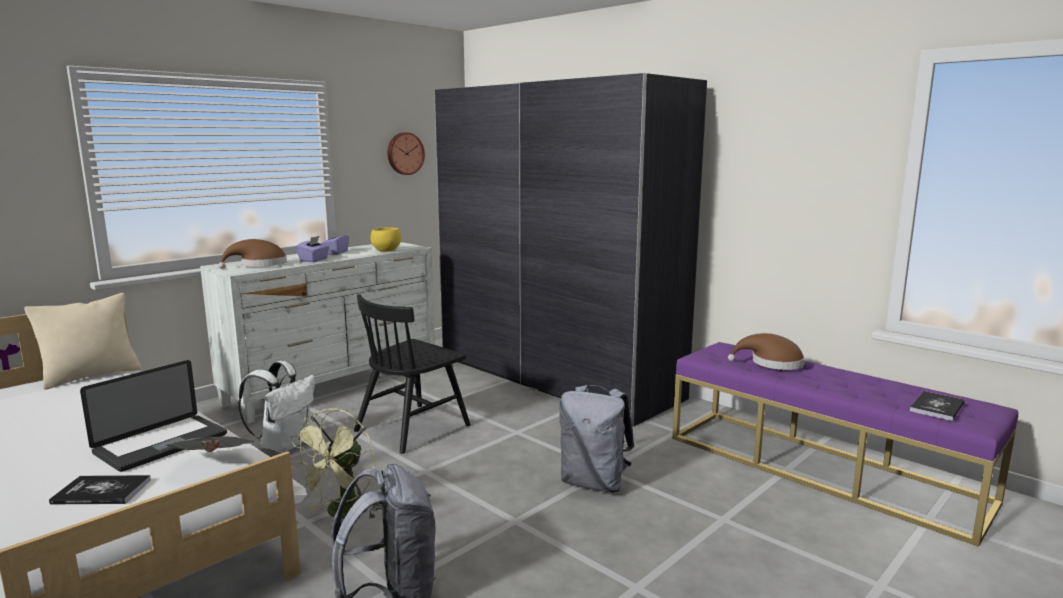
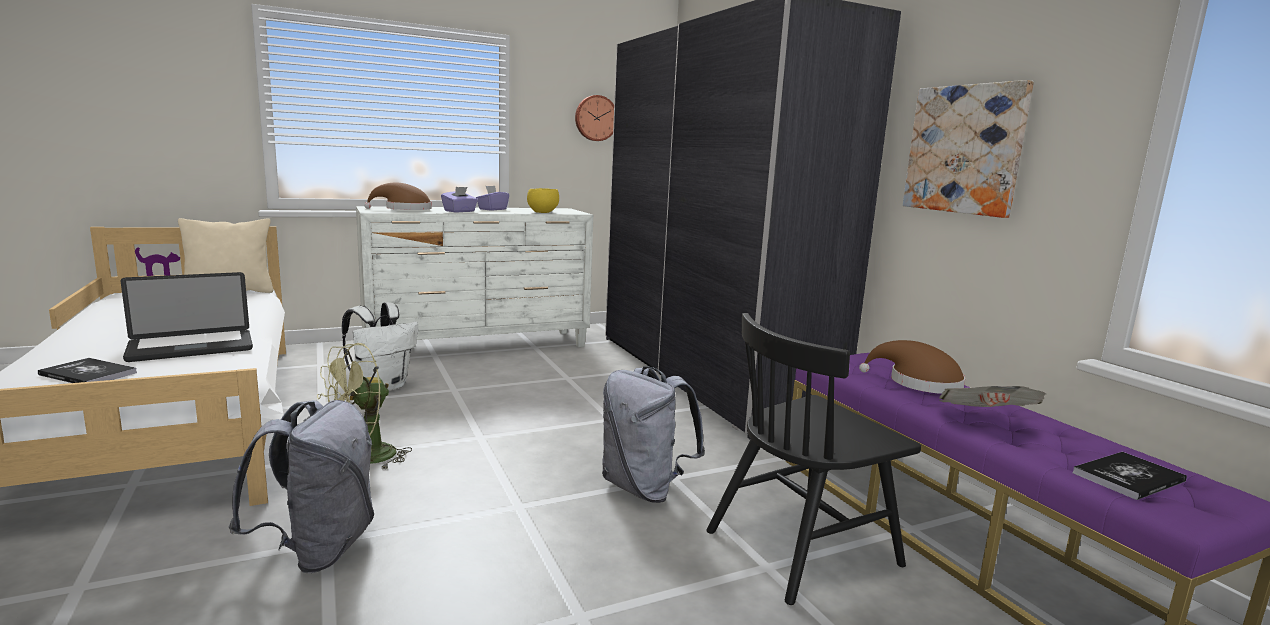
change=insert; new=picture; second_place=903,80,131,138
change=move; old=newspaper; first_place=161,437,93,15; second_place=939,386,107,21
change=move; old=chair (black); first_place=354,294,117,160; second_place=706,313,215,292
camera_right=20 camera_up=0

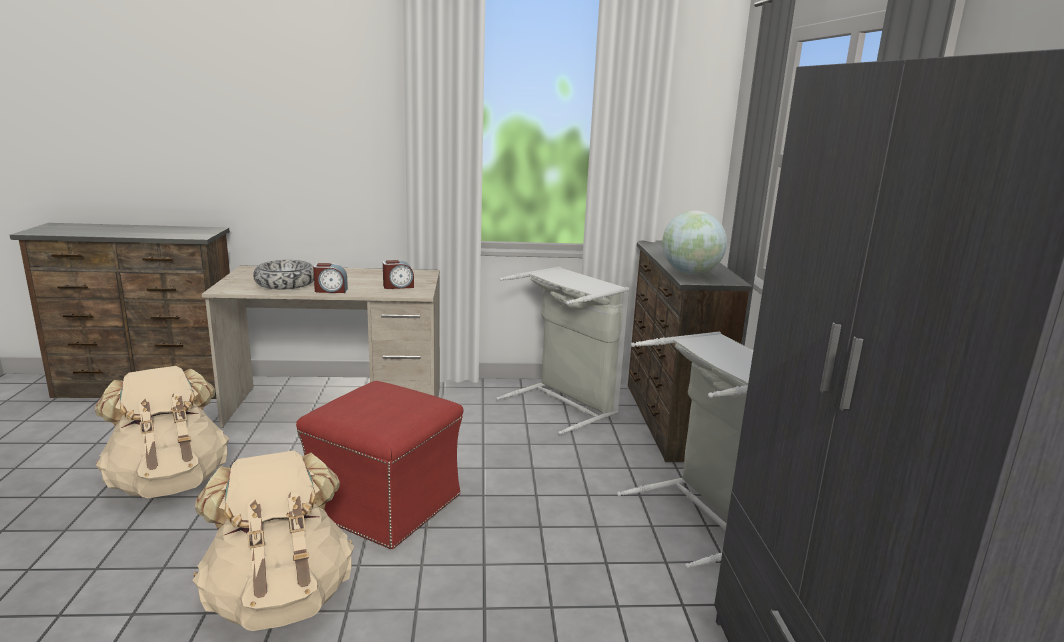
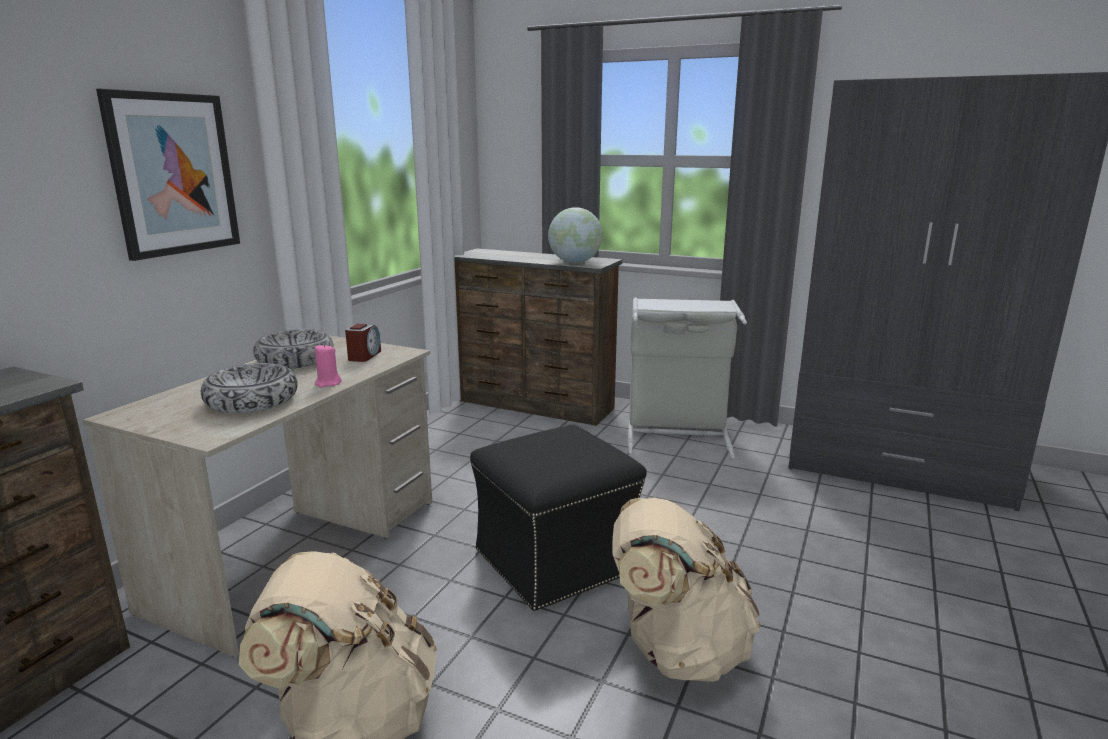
change=delete; old=laundry basket (grey); first_place=496,267,133,168
change=insert; new=picture; second_place=96,89,144,172
change=insert; new=bowl; second_place=253,329,81,40
change=replace; old=alarm clock; new=candle (pink); first_place=313,263,35,30; second_place=315,344,26,44
change=recolor; old=ottoman (red); new=ottoman (black); first_place=296,381,168,168; second_place=470,425,177,186
camera_right=-60 camera_up=0

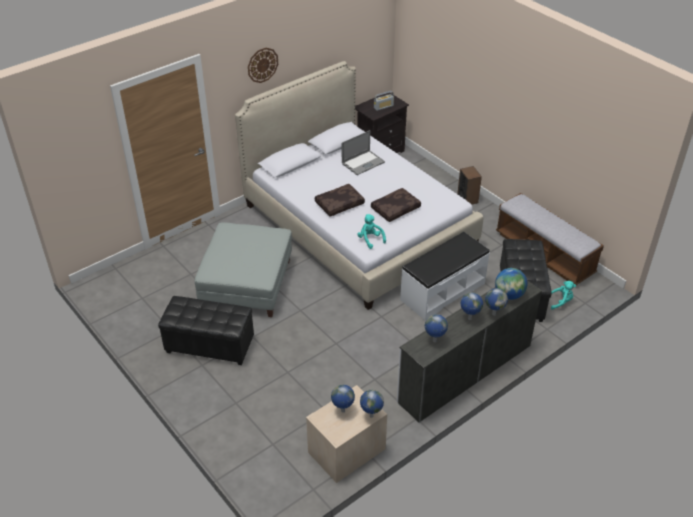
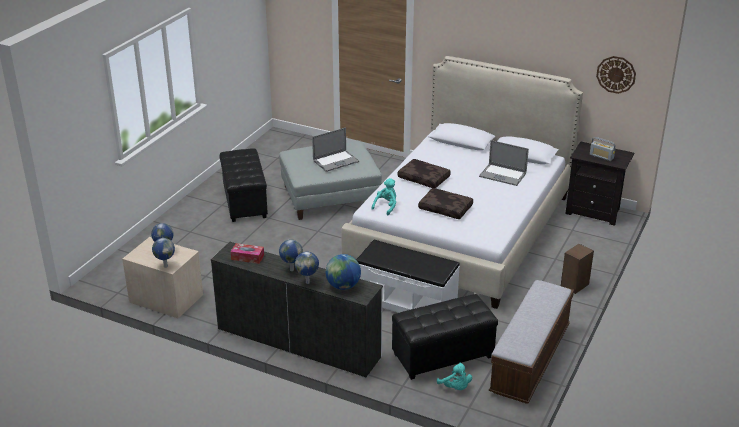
change=insert; new=laptop; second_place=312,128,47,44
change=move; old=wall clock; first_place=248,48,30,35; second_place=596,56,40,38
change=replace; old=globe; new=tissue box; first_place=425,314,23,28; second_place=231,243,33,21
camera_right=65 camera_up=-10

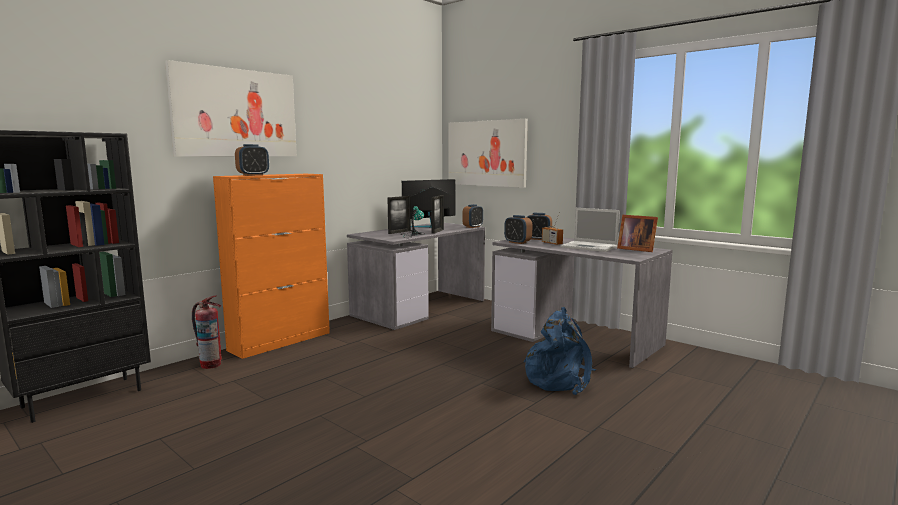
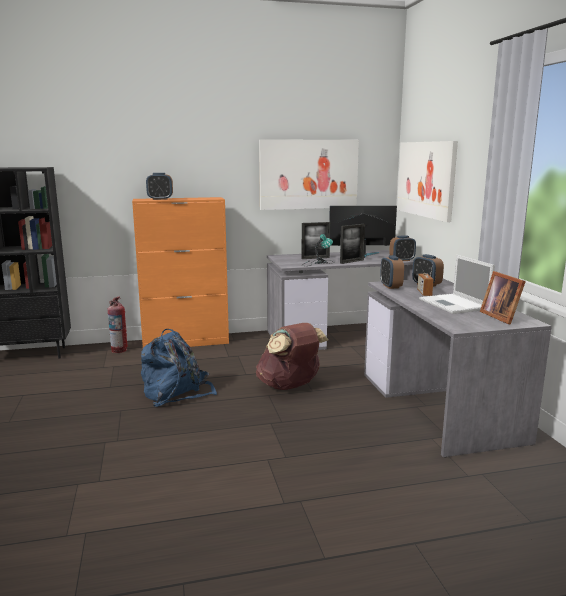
change=insert; new=backpack (brown); second_place=256,323,72,67
change=move; old=picture; first_place=165,60,132,96; second_place=259,139,100,71
change=move; old=backpack (blue); first_place=524,307,73,88; second_place=141,329,76,78
camera_right=35 camera_up=5

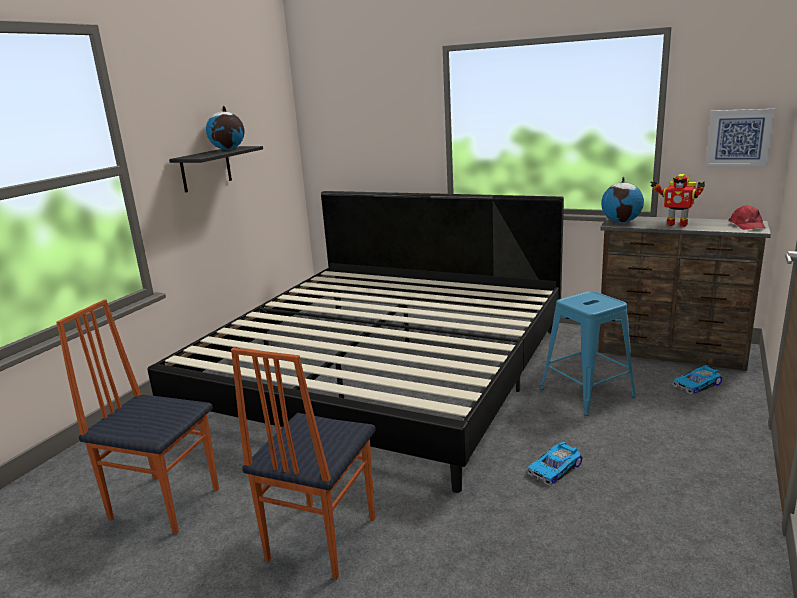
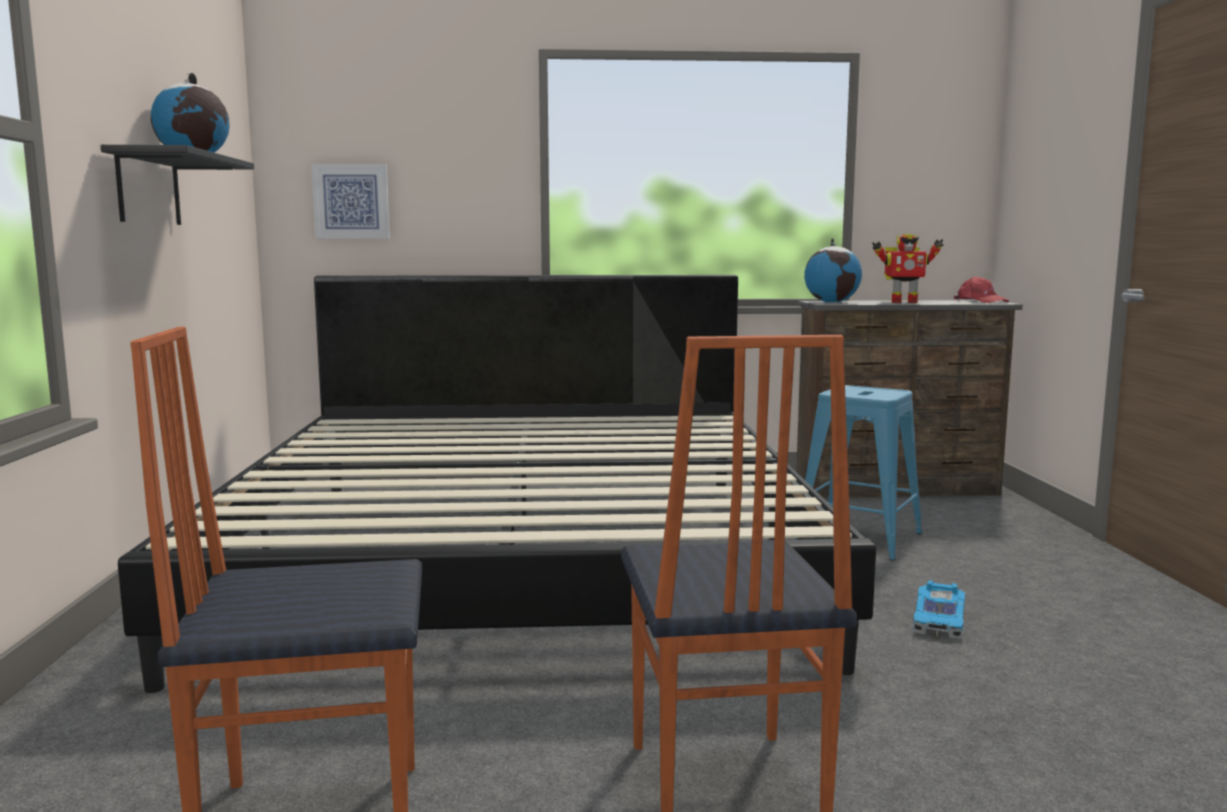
change=delete; old=toy car; first_place=673,365,50,29
change=move; old=picture; first_place=706,109,69,58; second_place=311,164,79,75
camera_right=-30 camera_up=-10

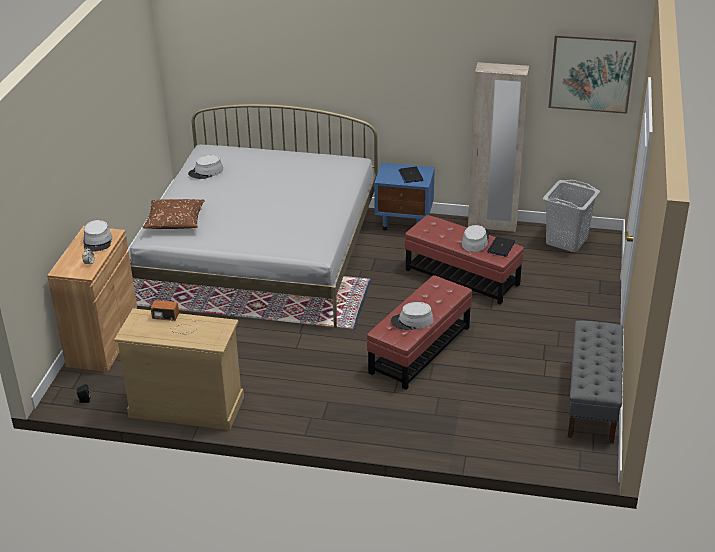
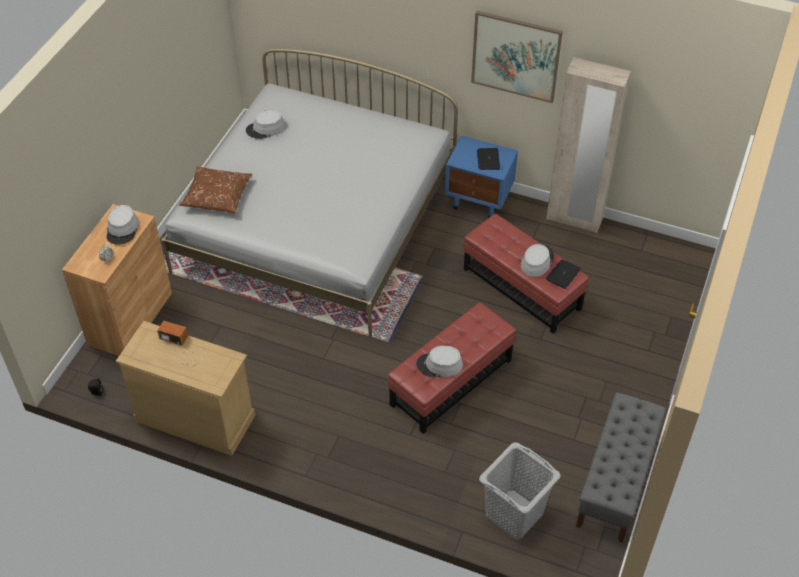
change=move; old=laundry basket (grey); first_place=543,180,57,72; second_place=479,442,82,98
change=move; old=picture; first_place=548,34,89,80; second_place=471,11,92,92
camera_right=10 camera_up=15

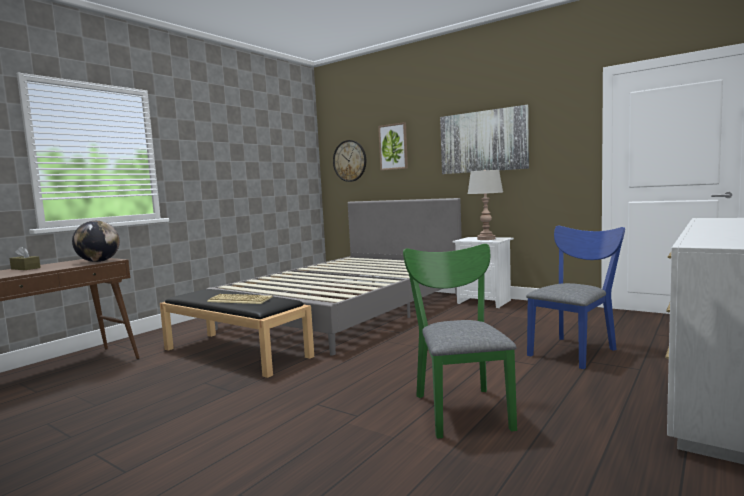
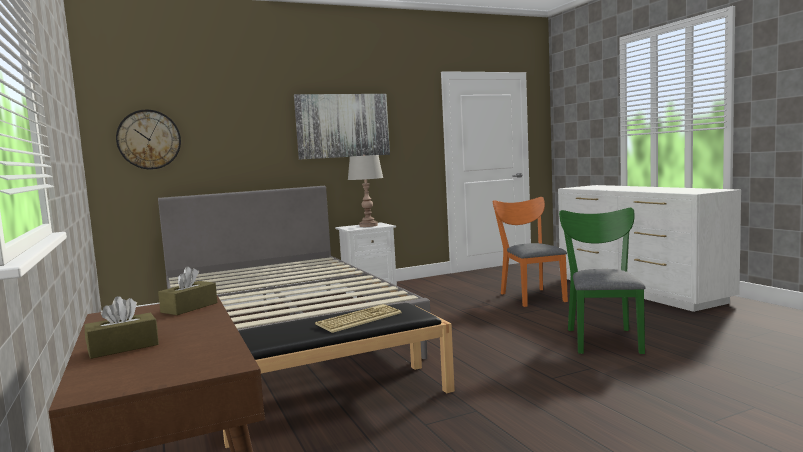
change=delete; old=picture; first_place=378,122,30,49
change=replace; old=globe; new=tissue box (brown); first_place=72,221,48,41; second_place=158,267,59,48
change=recolor; old=chair (blue); new=chair (orange); first_place=526,226,99,143; second_place=493,197,75,110
change=rotate; old=chair (green); first_place=403,244,114,195; second_place=559,208,86,146; degrees=75
camera_right=-60 camera_up=0

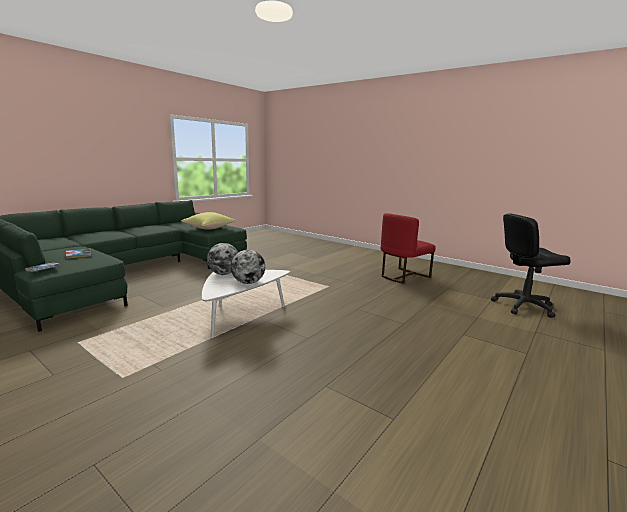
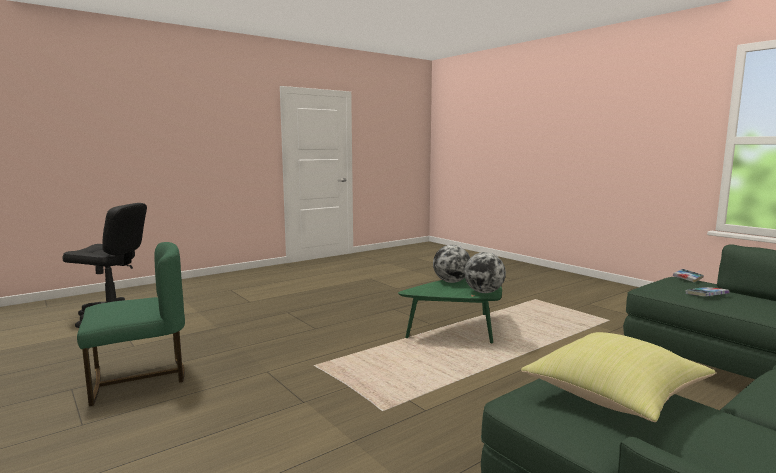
change=recolor; old=coffee table (white); new=coffee table (green); first_place=202,270,88,69; second_place=398,278,104,65
change=recolor; old=chair (red); new=chair (green); first_place=381,213,55,71; second_place=77,242,108,164
camera_right=-165 camera_up=-5

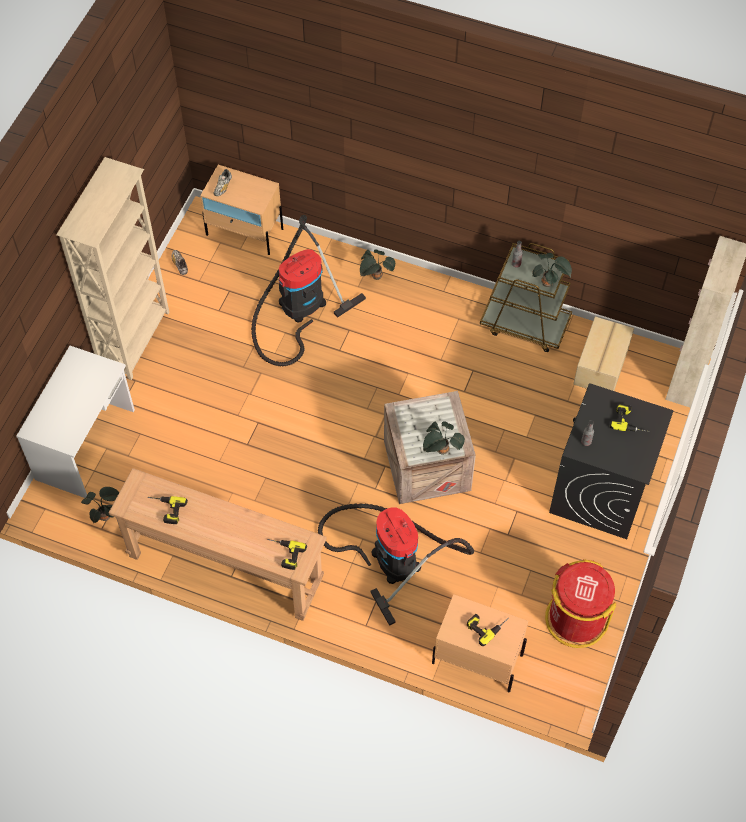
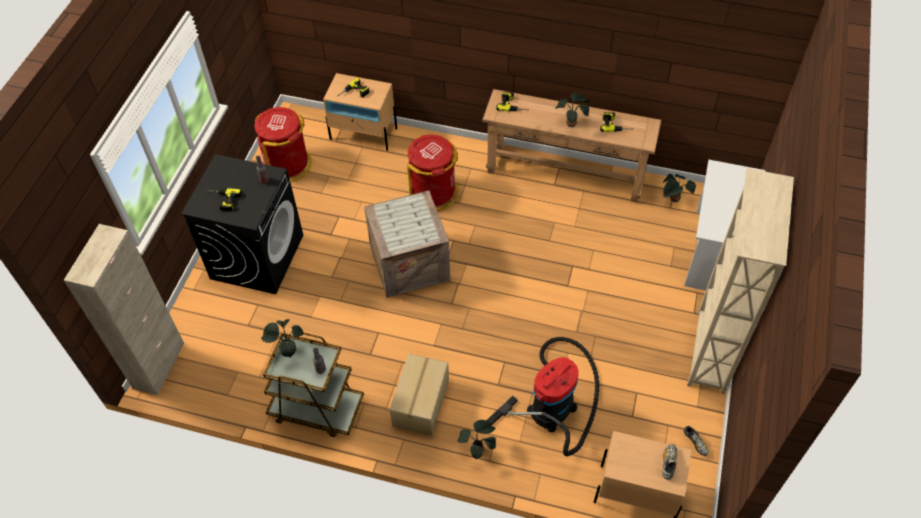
change=move; old=potted plant; first_place=423,421,42,34; second_place=556,93,34,34
change=move; old=cardboard box; first_place=573,316,61,75; second_place=390,354,59,81
change=replace; old=vacuum cleaner; new=trash can (red); first_place=318,503,156,123; second_place=407,135,51,76
camera_right=175 camera_up=-5

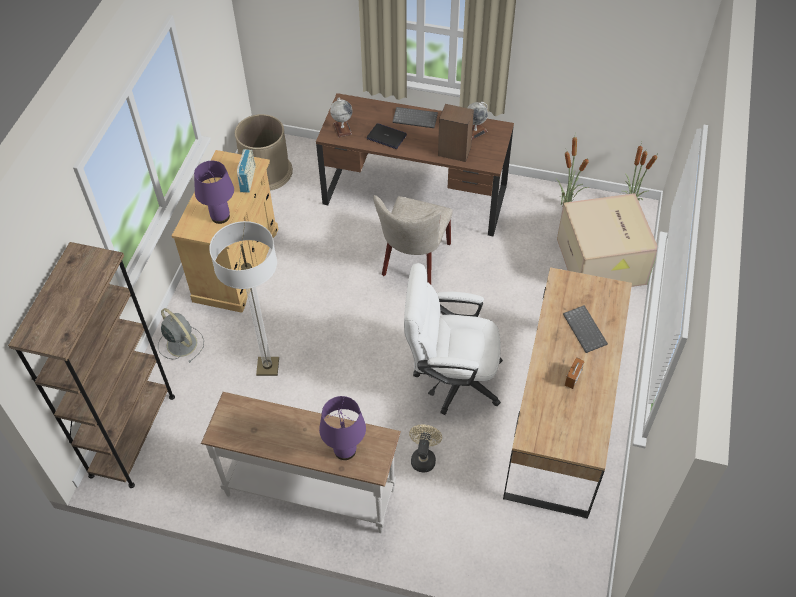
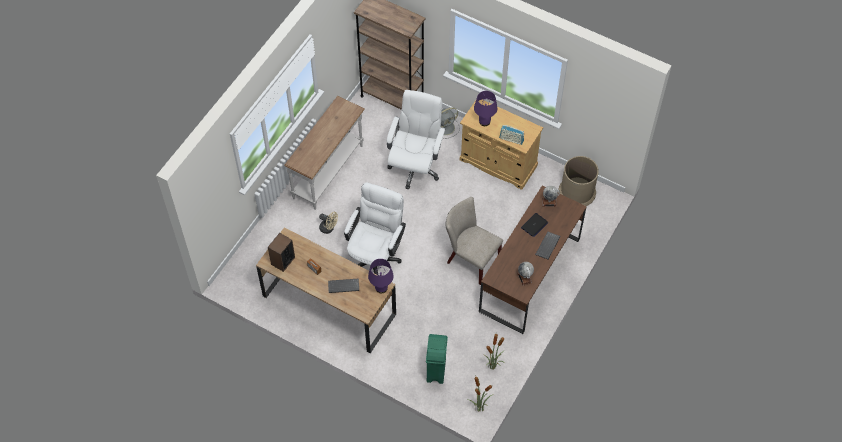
change=move; old=table lamp (purple); first_place=319,396,47,64; second_place=368,259,26,34
change=move; old=speaker; first_place=438,104,36,58; second_place=268,233,27,39
change=replace; old=floor lamp; new=office chair (white); first_place=209,221,70,155; second_place=387,90,59,99
change=replace; old=cardboard box; new=trash can (green); first_place=557,193,100,94; second_place=426,334,22,50
camera_right=105 camera_up=5

